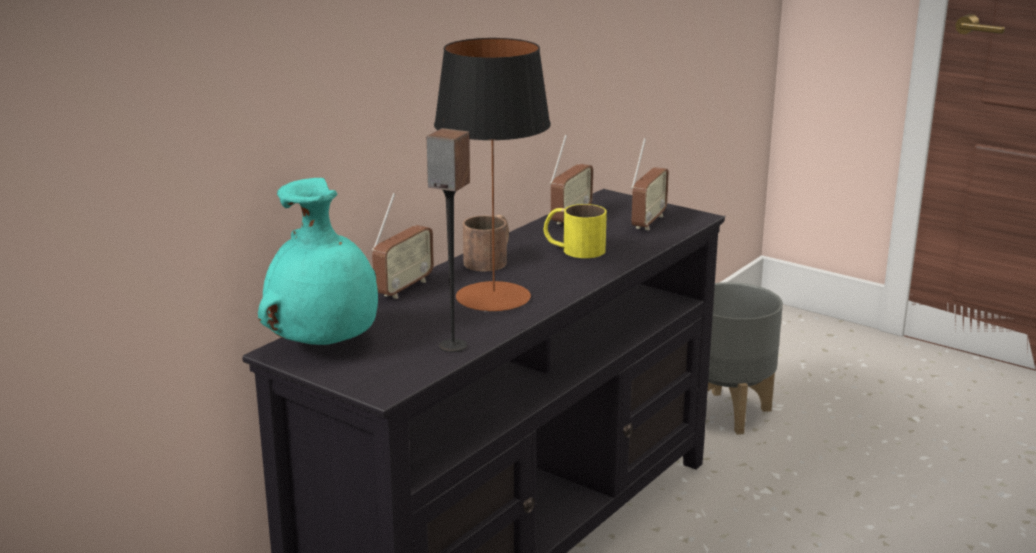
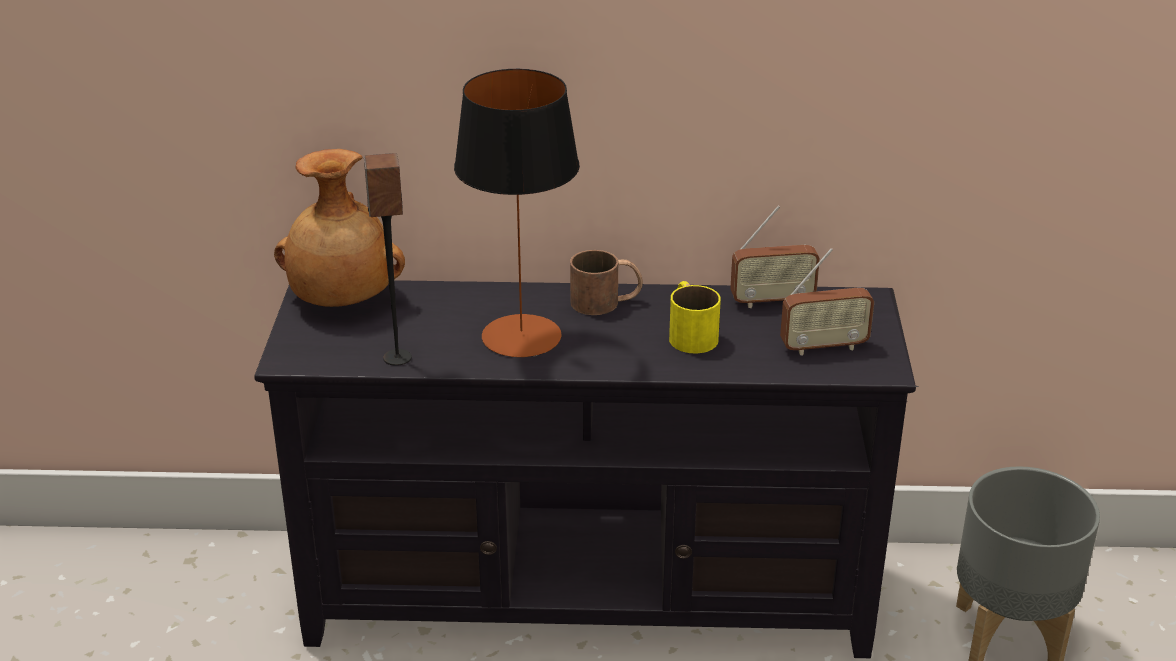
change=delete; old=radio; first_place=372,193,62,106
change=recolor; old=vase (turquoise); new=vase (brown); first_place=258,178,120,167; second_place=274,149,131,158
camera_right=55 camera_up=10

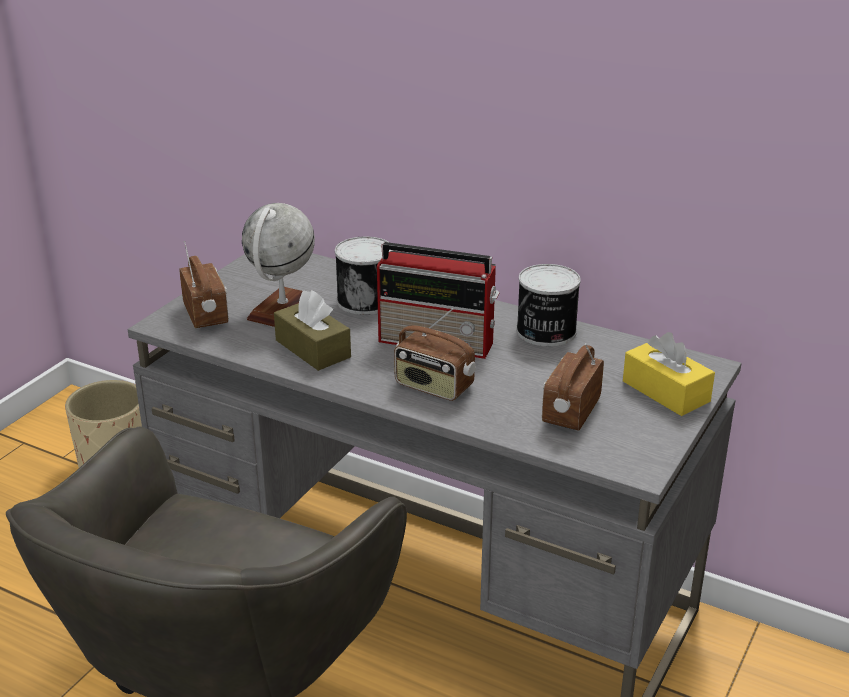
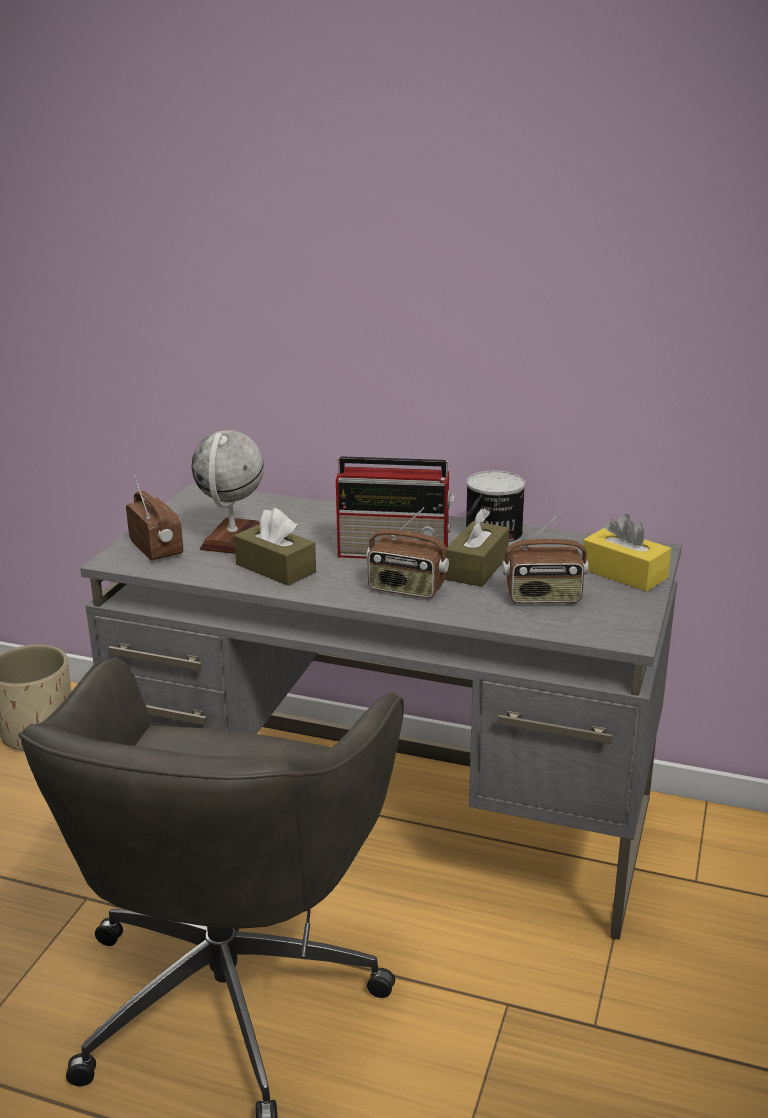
change=delete; old=can; first_place=335,236,59,79
change=insert; new=tissue box (brown); second_place=445,508,64,79
change=rotate; old=radio; first_place=542,343,62,87; second_place=502,513,86,90; degrees=-105
camera_right=-10 camera_up=-5

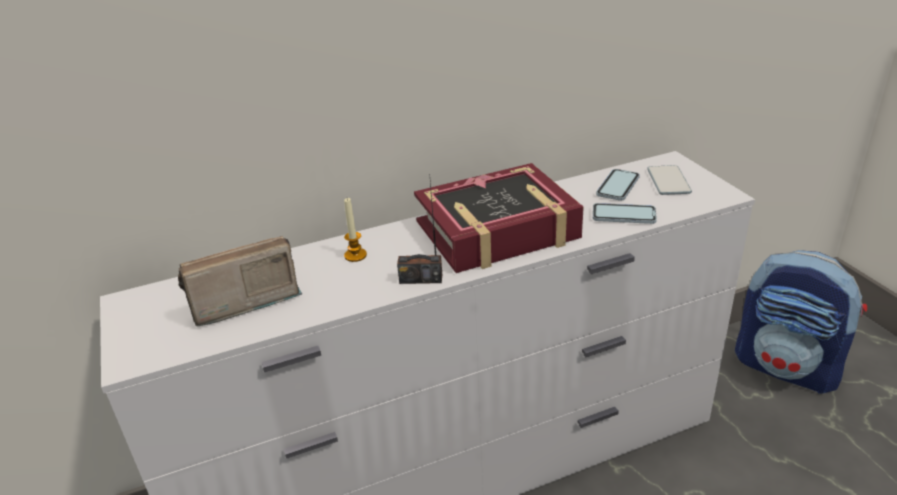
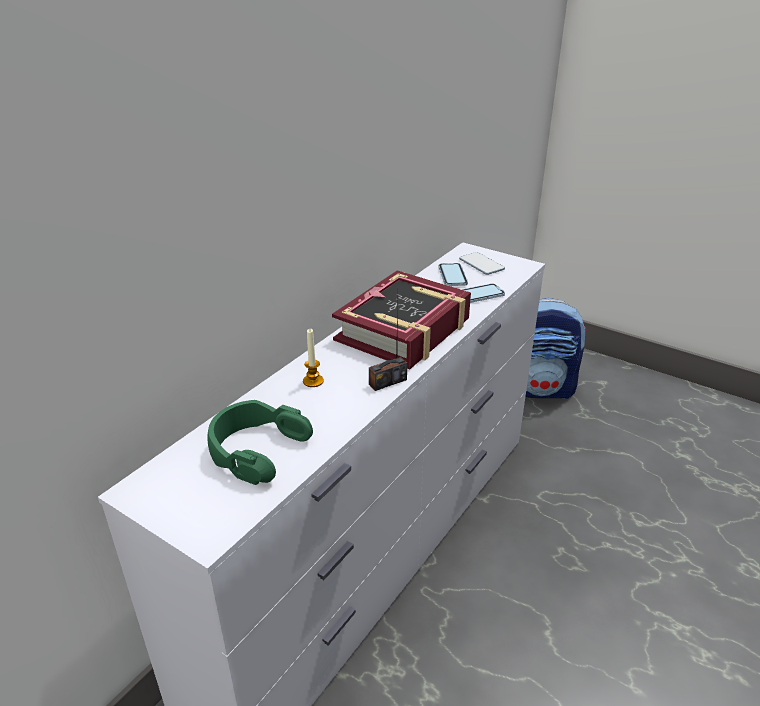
change=replace; old=radio; new=headphones (green); first_place=178,236,124,91; second_place=207,400,106,85
camera_right=-35 camera_up=0

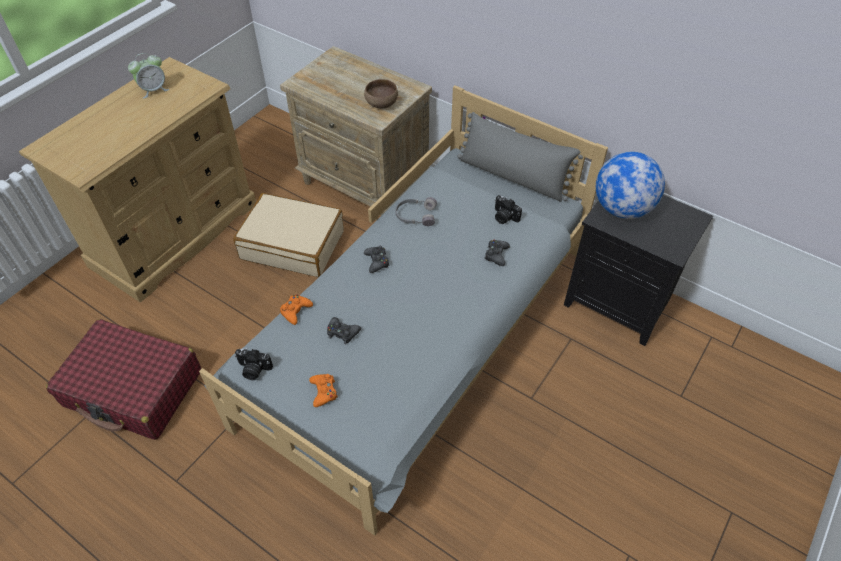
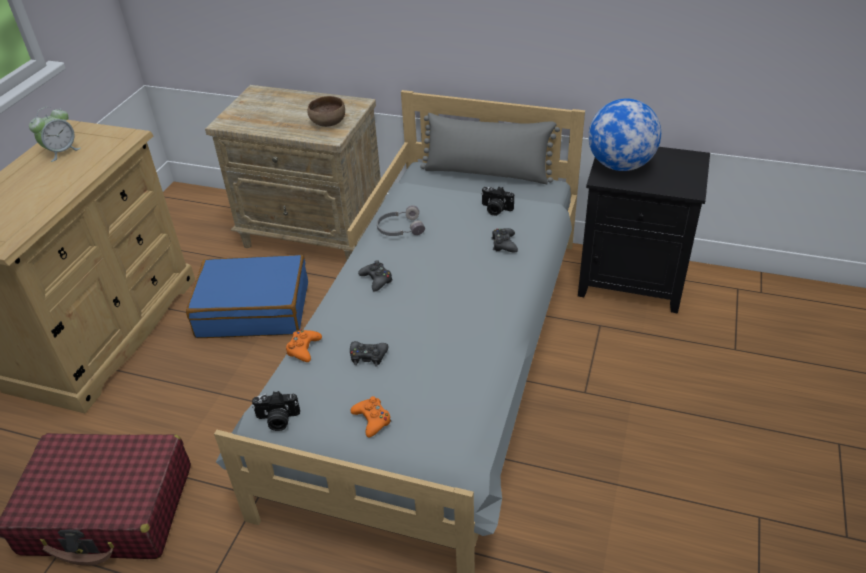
change=recolor; old=suitcase (beige); new=suitcase (blue); first_place=233,193,111,84; second_place=186,255,122,83
camera_right=-15 camera_up=-10

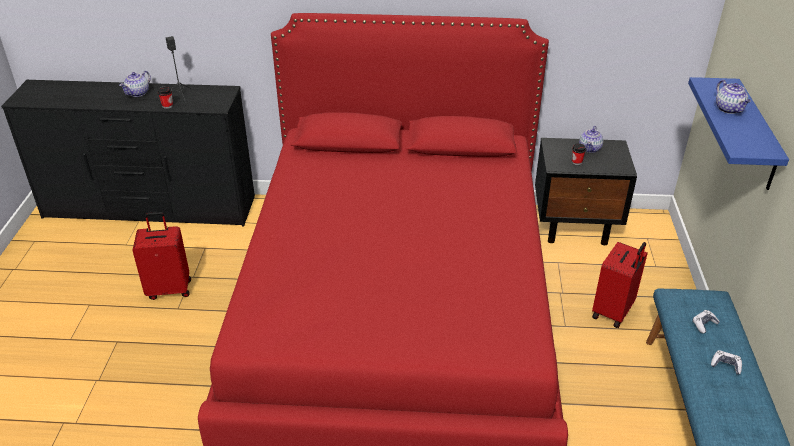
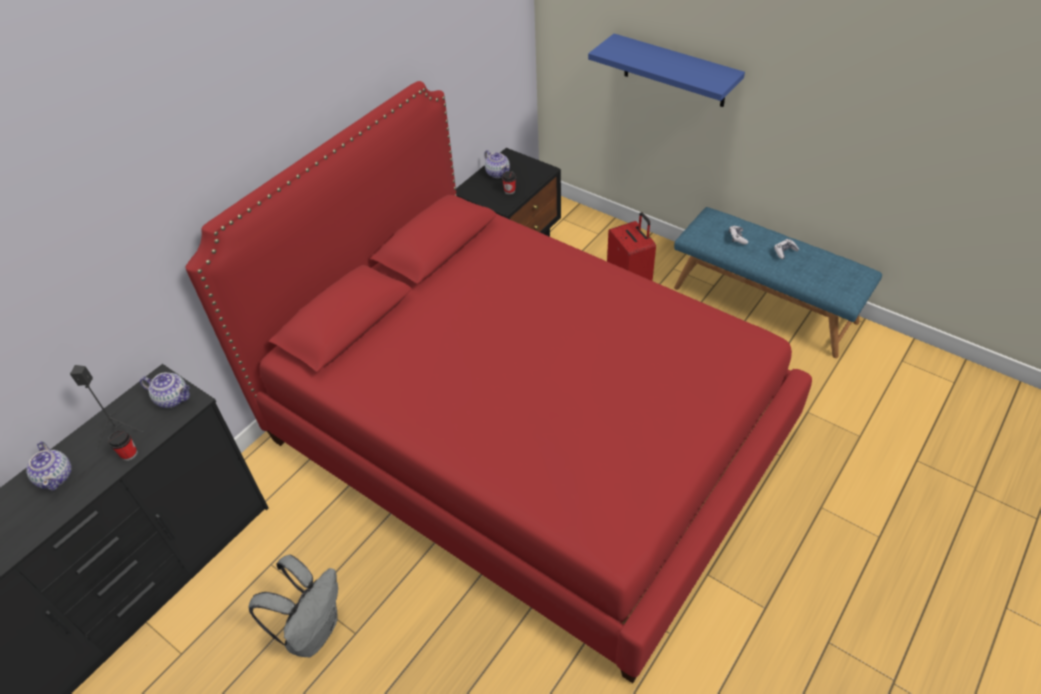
change=move; old=teapot; first_place=716,80,35,34; second_place=140,372,50,36
change=replace; old=suitcase (red); new=backpack (grey); first_place=132,212,59,88; second_place=248,555,90,102
camera_right=-55 camera_up=10

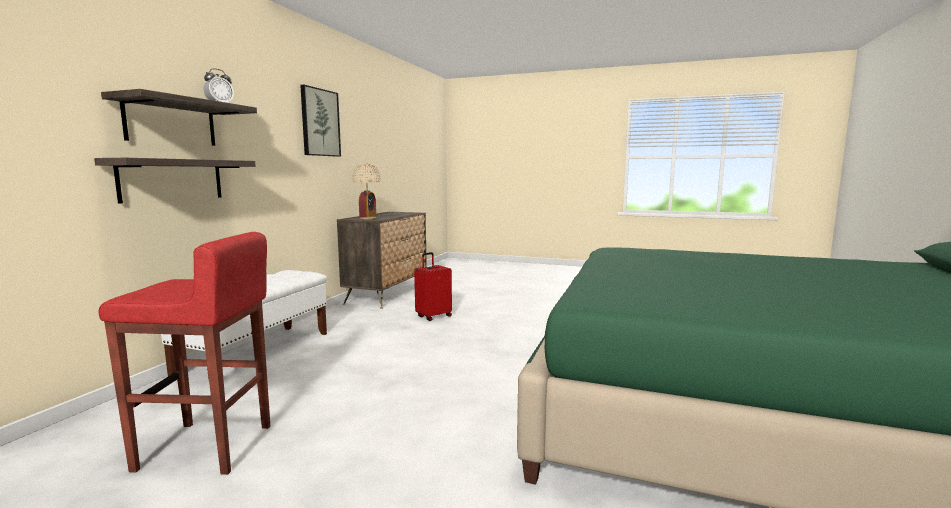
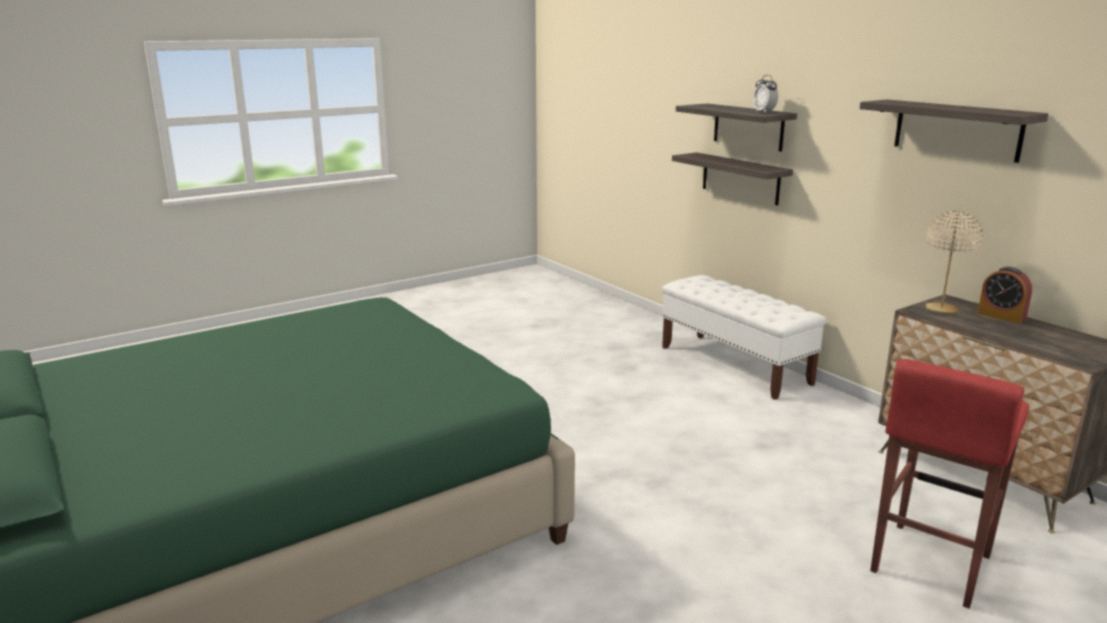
change=delete; old=suitcase (red); first_place=414,252,38,69
change=move; old=stool (red); first_place=98,232,172,243; second_place=870,359,159,250
change=replace; old=picture; new=shelf; first_place=300,85,41,72; second_place=860,100,188,63
camera_right=125 camera_up=10

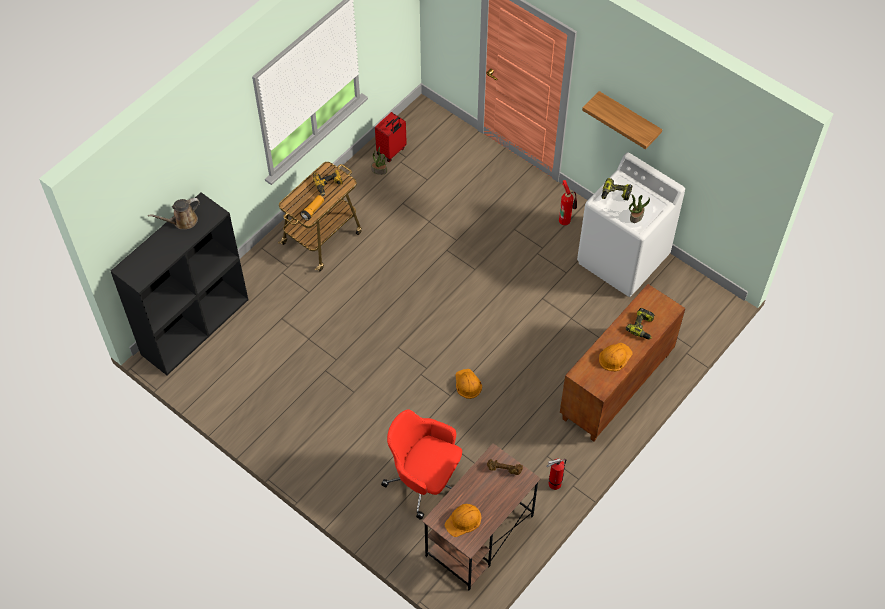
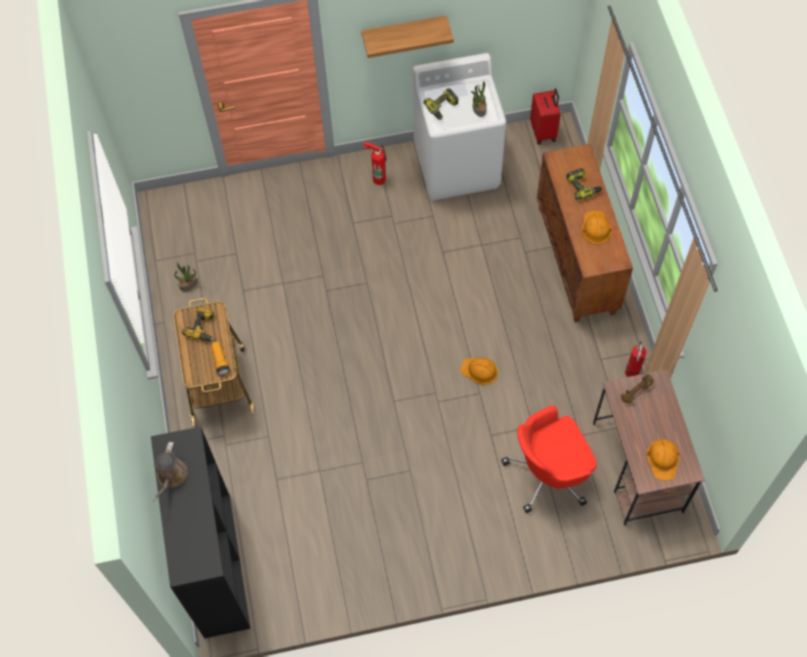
change=move; old=suitcase (red); first_place=375,112,32,50; second_place=530,88,31,57
camera_right=-50 camera_up=5

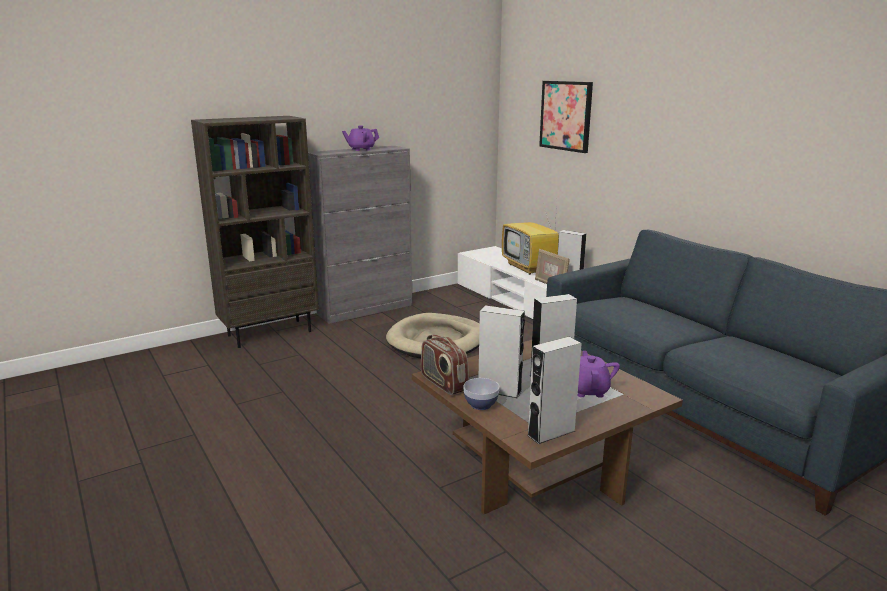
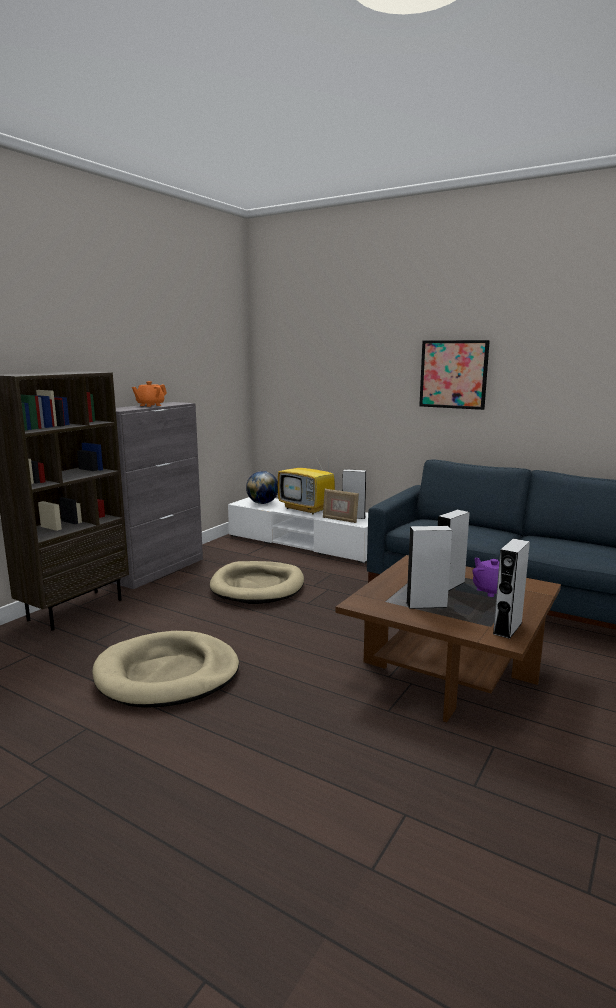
change=delete; old=radio; first_place=421,334,48,61
change=delete; old=bowl; first_place=463,378,36,32
change=insert; new=dog bed (beige); second_place=92,631,147,77
change=insert; new=globe; second_place=246,471,32,33
change=move; old=picture; first_place=539,81,54,72; second_place=419,340,71,70
change=recolor; old=teapot (purple); new=teapot (orange); first_place=342,126,37,25; second_place=132,381,35,26
camera_right=-25 camera_up=-5

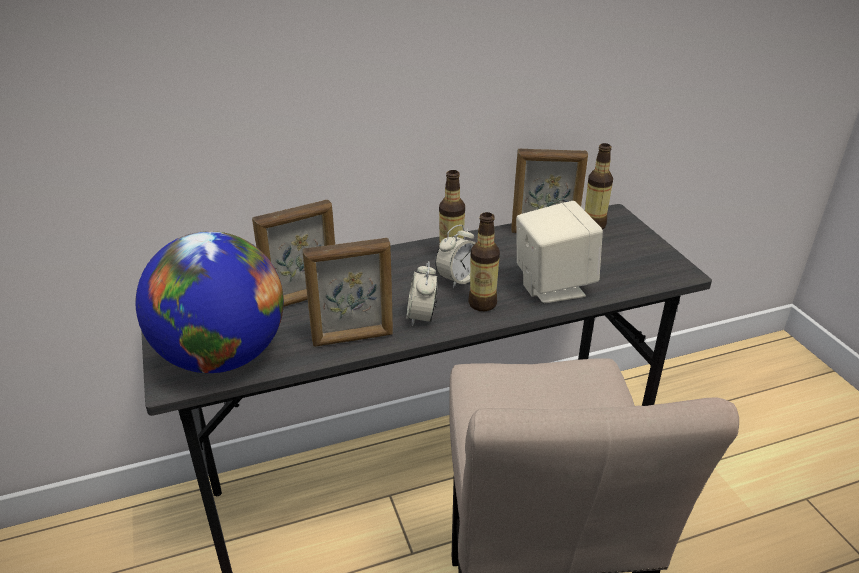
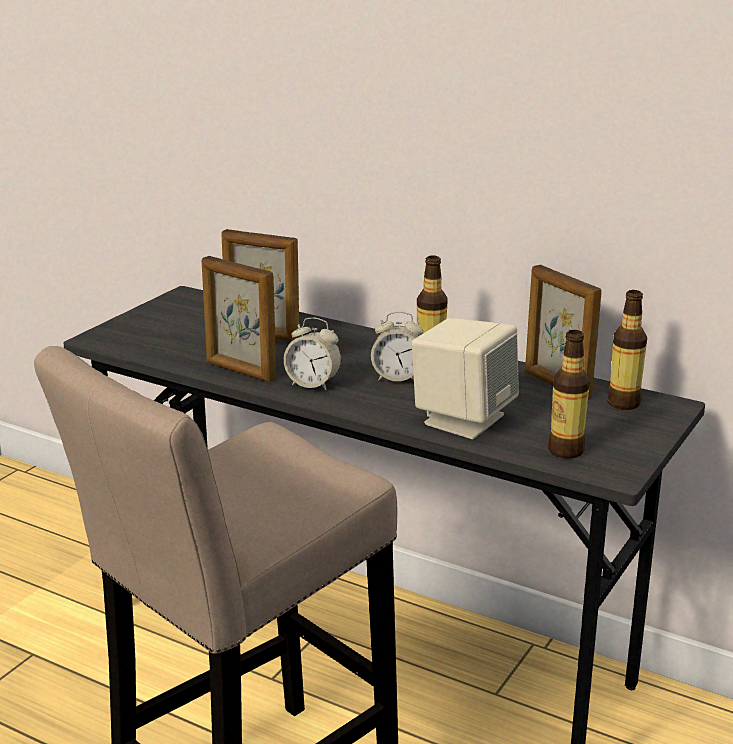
change=delete; old=globe; first_place=136,231,148,142
change=move; old=bottle; first_place=468,212,32,99; second_place=548,330,42,129
change=rotate; old=alarm clock; first_place=406,261,32,66; second_place=284,317,57,73; degrees=-120
camera_right=50 camera_up=-10

